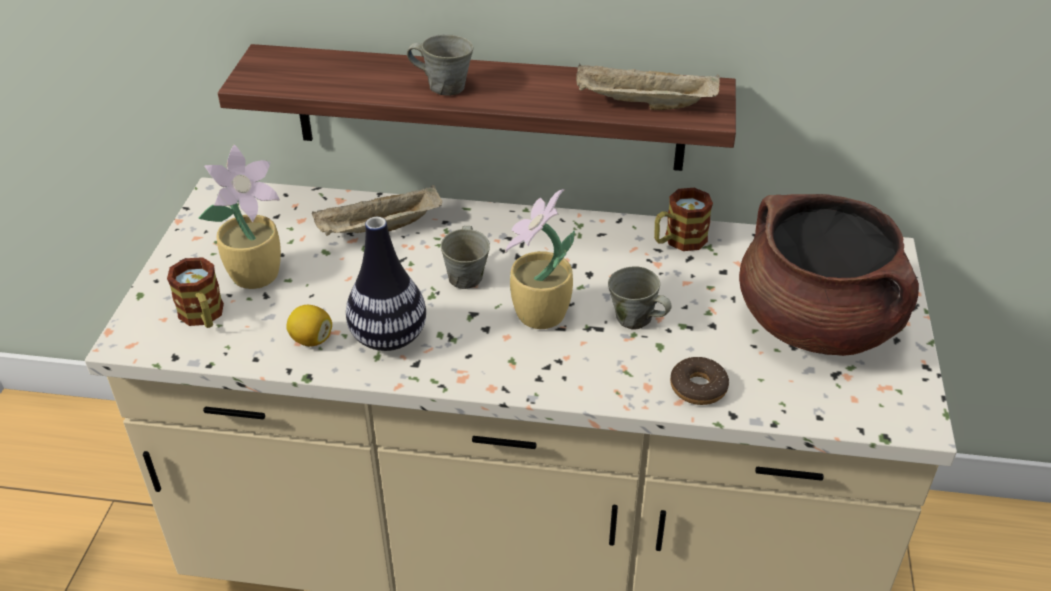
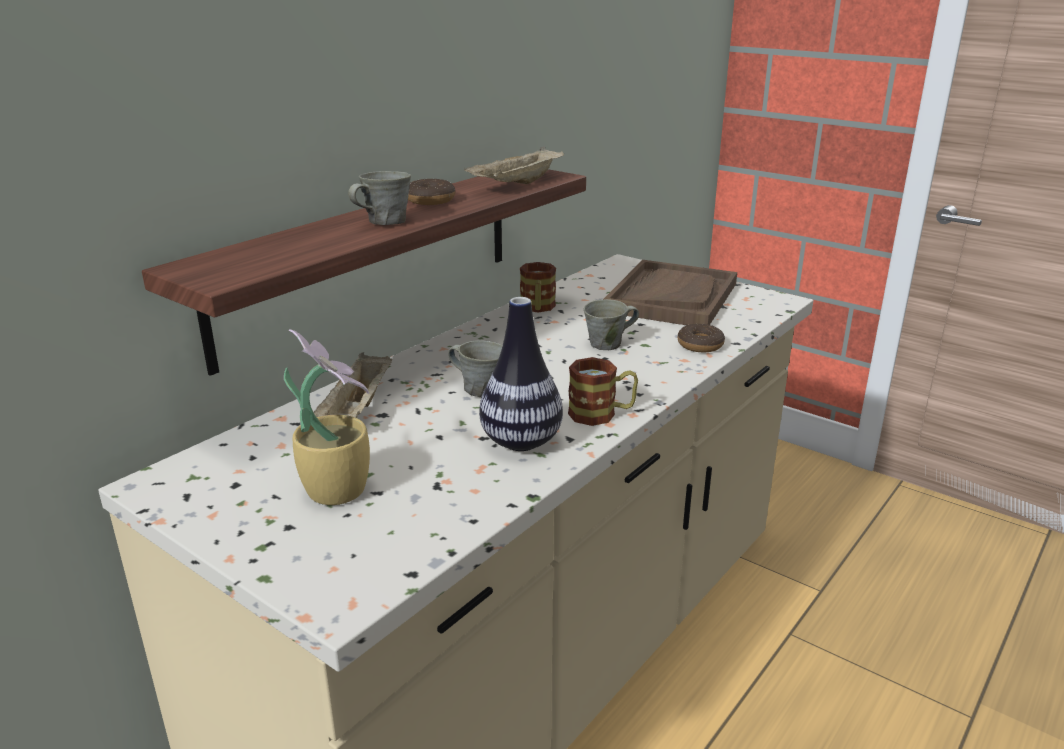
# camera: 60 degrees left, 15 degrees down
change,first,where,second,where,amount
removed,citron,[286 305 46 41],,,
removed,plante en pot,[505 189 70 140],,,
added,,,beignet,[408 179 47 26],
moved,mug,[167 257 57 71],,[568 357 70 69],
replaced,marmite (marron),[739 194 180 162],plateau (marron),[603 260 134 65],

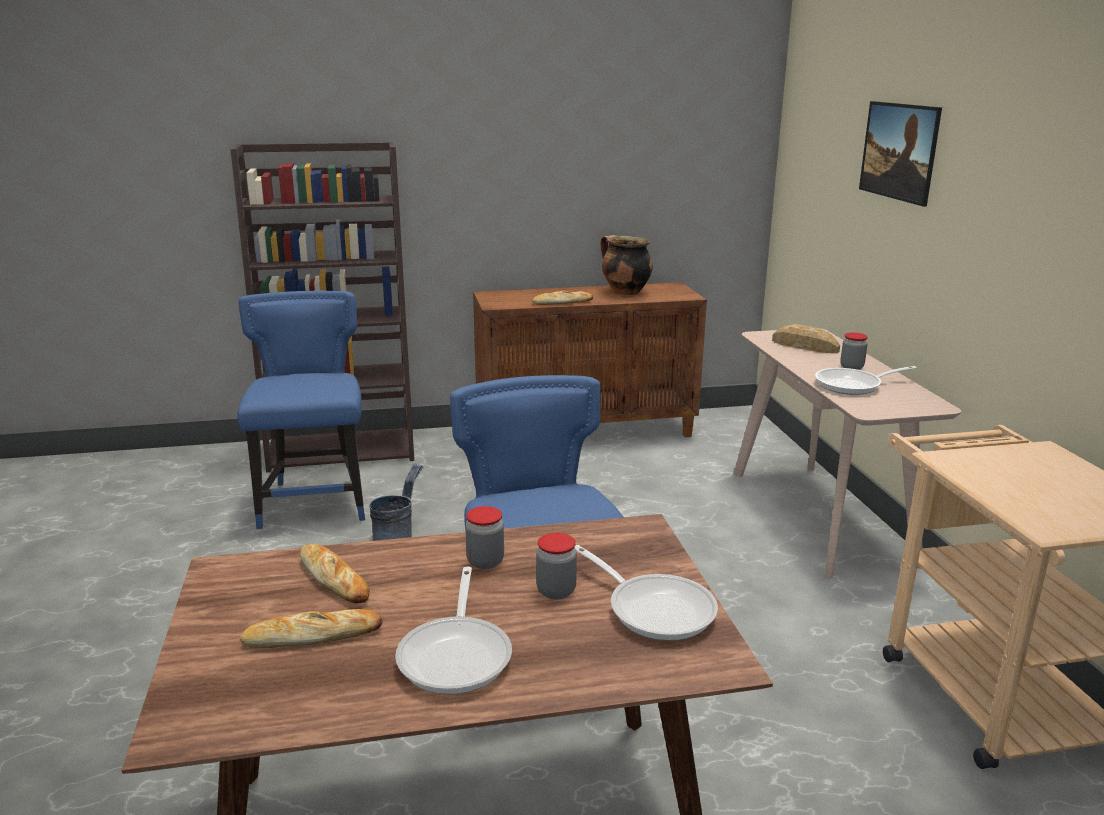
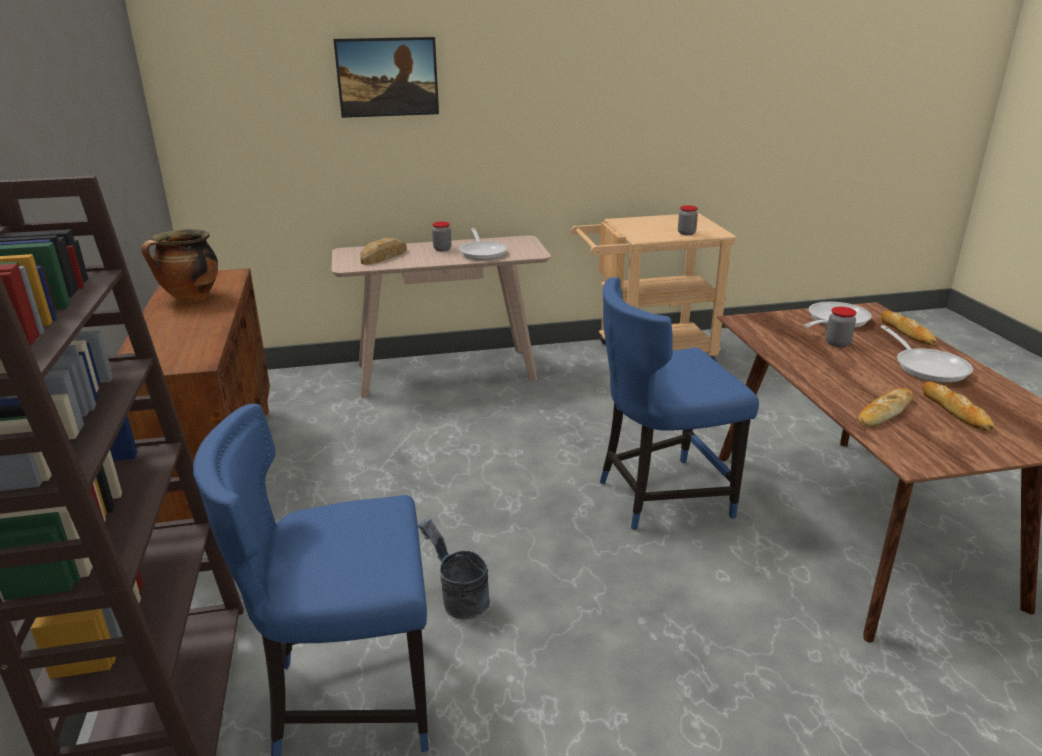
# camera: 90 degrees left, 5 degrees up
change,first,where,second,where,amount
moved,bocal,[465 506 39 63],,[678 205 20 30],
moved,pain,[533 291 60 14],,[881 311 56 34],
turned,poêle,[395 567 117 127],,[881 325 92 58],75 degrees clockwise

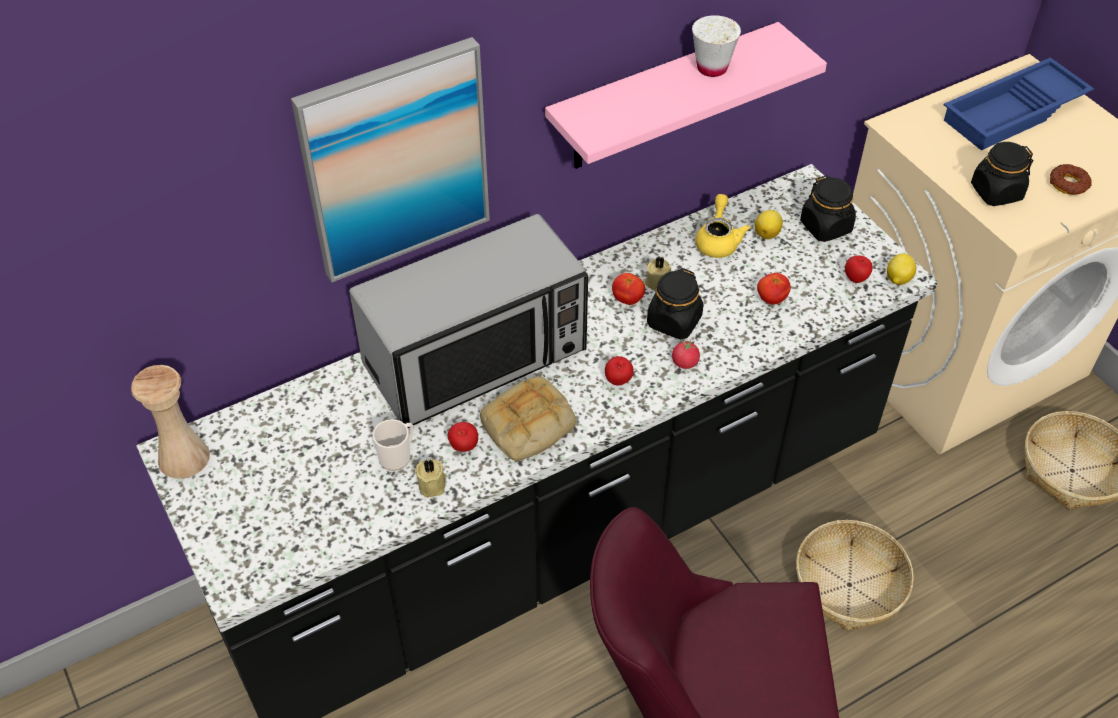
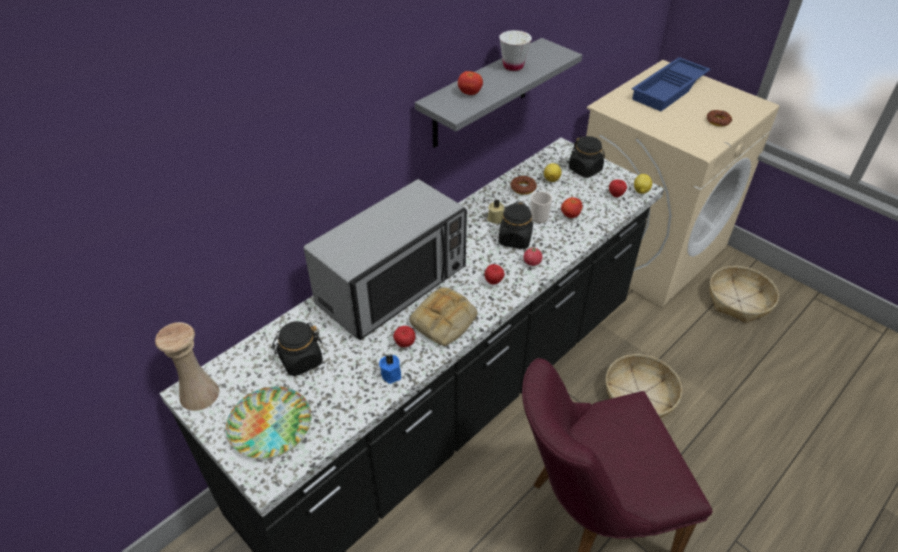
# camera: 15 degrees left, 5 degrees down
change,first,where,second,where,amount
removed,tableau,[291 37 199 245],,,
added,,,assiette,[226 387 85 72],
moved,mug,[372 419 42 52],,[530 191 22 32],
moved,tomate,[612 273 33 32],,[458 71 25 24],
moved,bocal (noir),[971 142 62 64],,[271 321 52 55],
replaced,théière (jaune),[695 194 55 64],beignet,[511 176 26 19],
recoloured,bougie (beige),[415 459 31 39],bougie (bleu),[379 354 22 30],
recoloured,étagère (rose),[545 22 282 147],étagère (gris),[415 38 167 110],

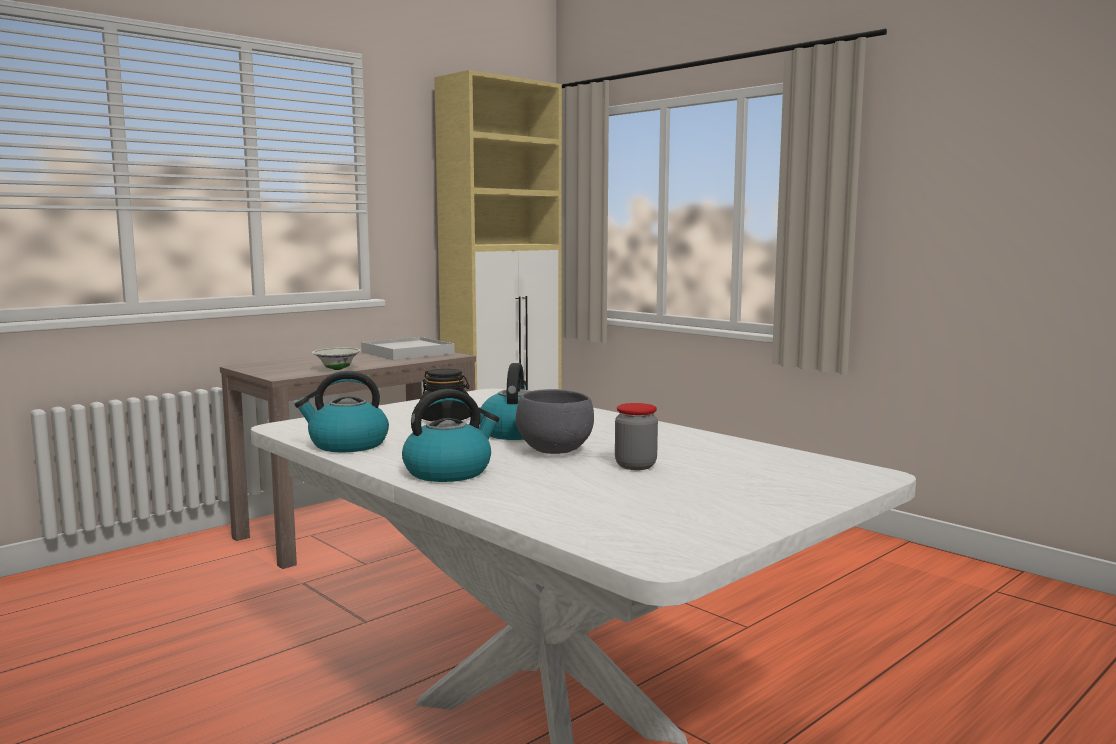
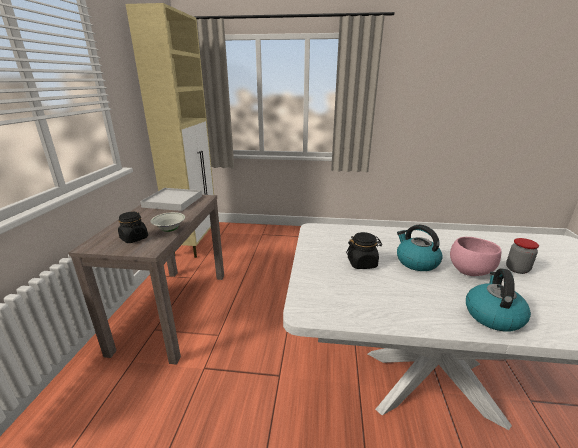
# camera: 40 degrees left, 15 degrees up
change,first,where,second,where,amount
removed,bouilloire,[295 371 94 81],,,
added,,,bocal (noir),[118 212 30 31],
recoloured,bol (gris),[516 389 78 65],bol (rose),[450 237 51 39],

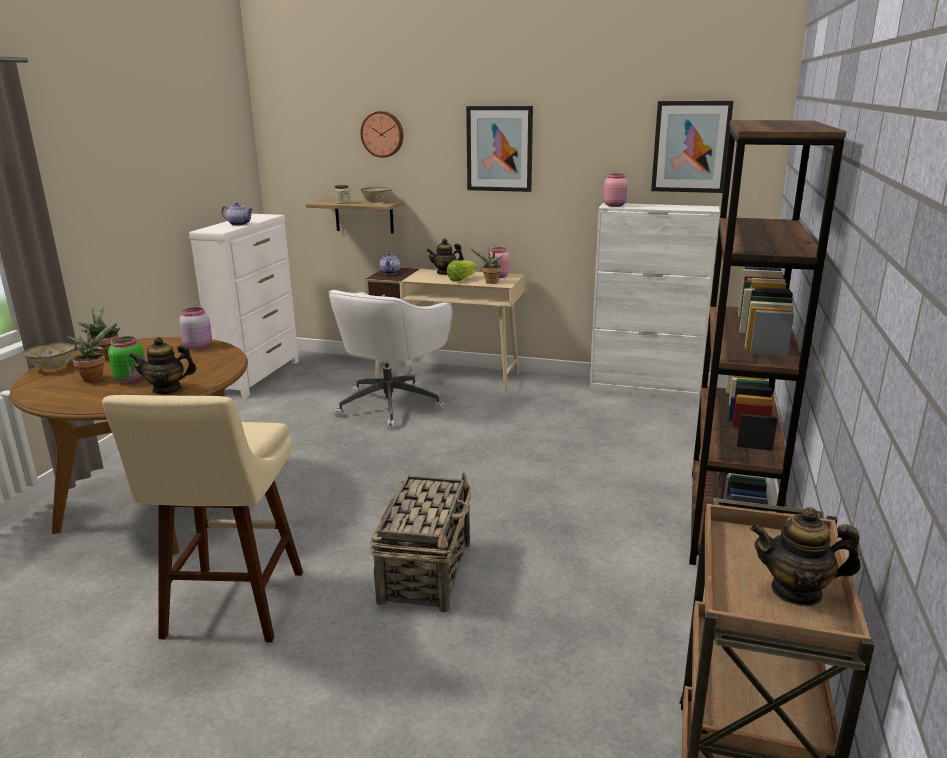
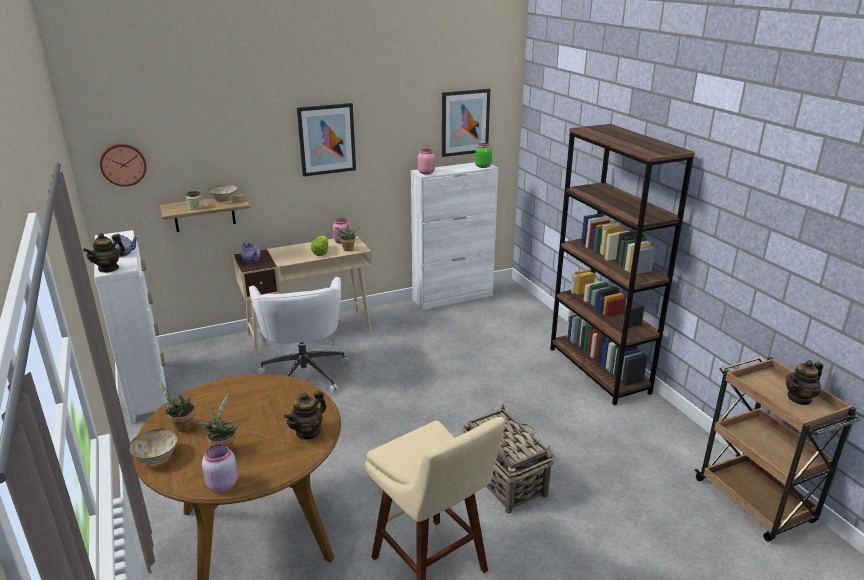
# camera: 40 degrees left, 5 degrees up
change,first,where,second,where,amount
moved,bocal (vert),[108 336 37 48],,[475 143 17 25],
moved,bocal (rose),[179 307 33 42],,[202 444 36 49],
moved,horloge murale,[360 111 43 47],,[100 144 47 43],
moved,théière,[427 239 37 36],,[83 233 42 40],

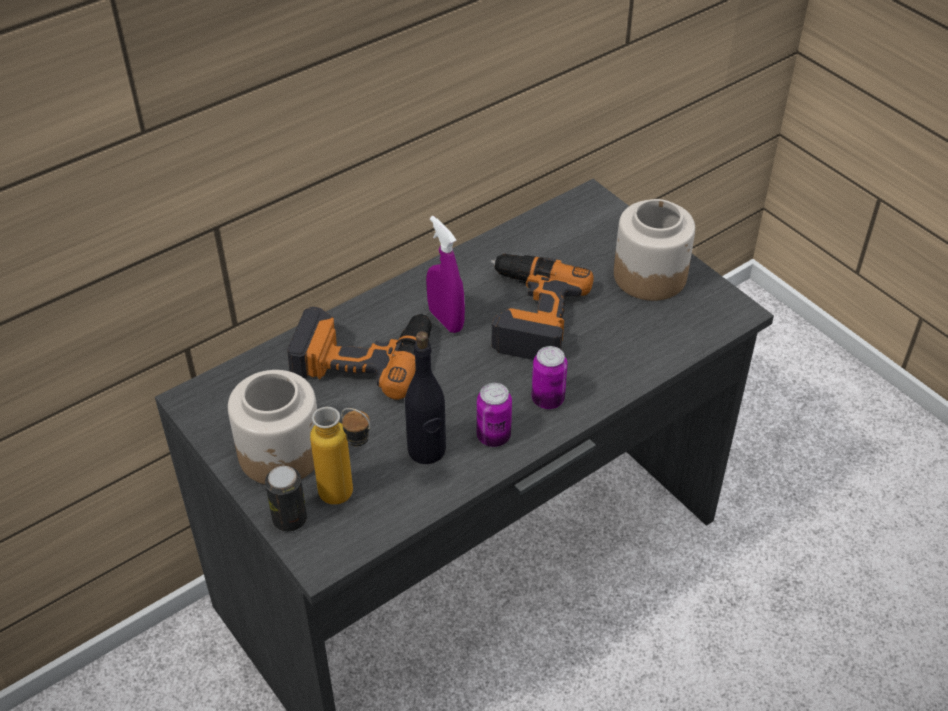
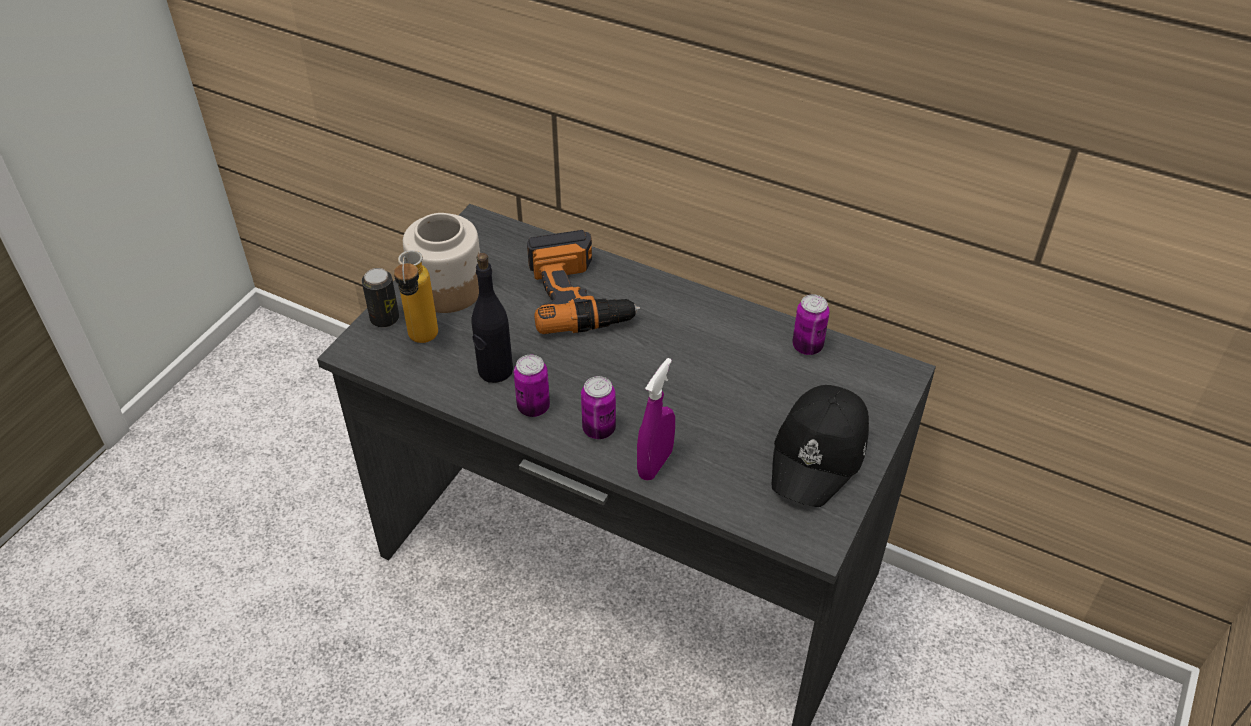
# camera: 65 degrees right, 0 degrees up
change,first,where,second,where,amount
removed,perceuse,[491 254 103 106],,,
added,,,boîte métallique,[792 294 38 61],
moved,vaporisateur (violet),[426 216 39 117],,[637 358 38 123],
replaced,bocal,[614 199 81 102],casquette (noir),[772 385 97 122],

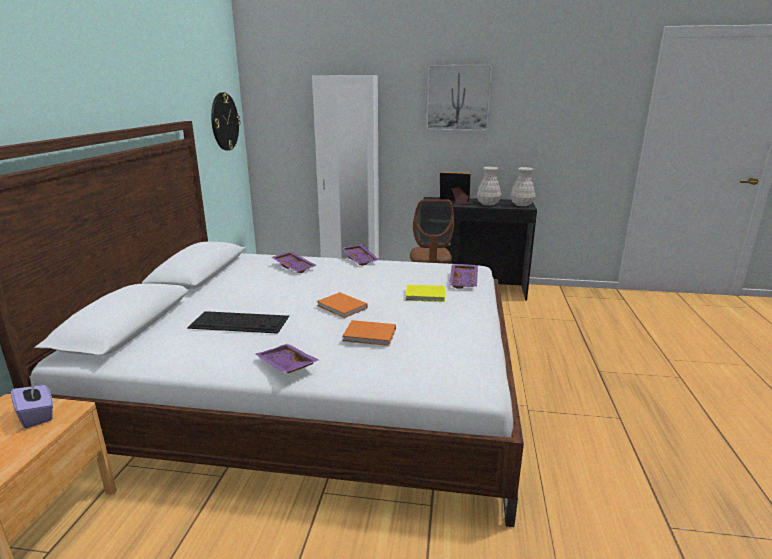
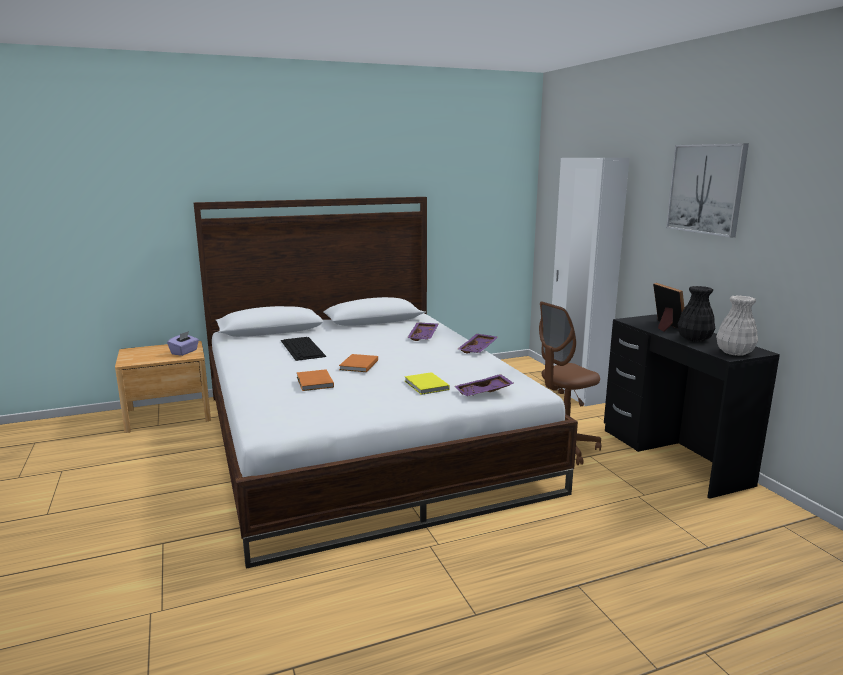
# camera: 60 degrees right, 5 degrees down
change,first,where,second,where,amount
removed,horloge murale,[211 92 29 59],,,
removed,plateau (violet),[256 344 63 29],,,
recoloured,vase (blanc),[477 167 24 38],vase (noir),[678 286 37 56],

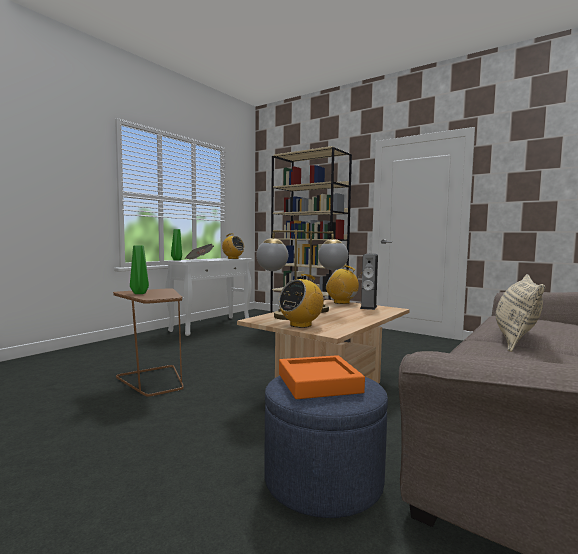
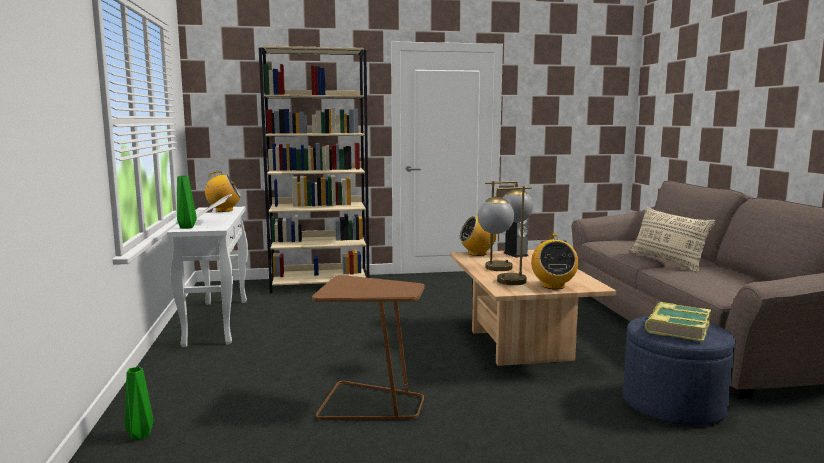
# camera: 45 degrees left, 5 degrees up
change,first,where,second,where,amount
moved,vase (vert),[130 245 19 49],,[125 367 28 73],
replaced,plateau (orange),[279 355 86 44],livre,[645 302 66 40],

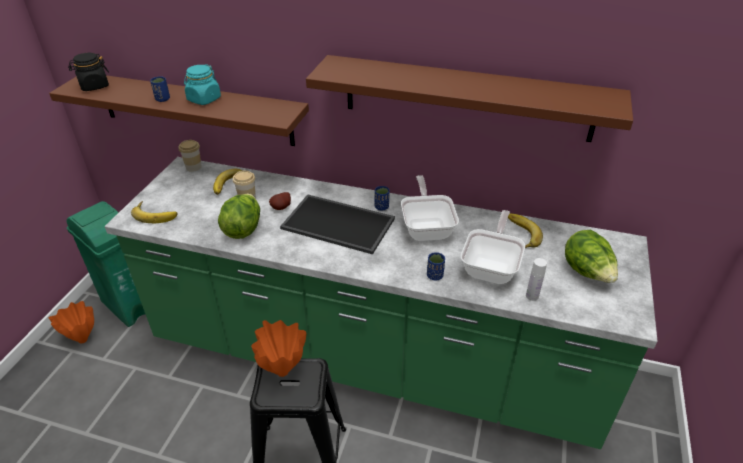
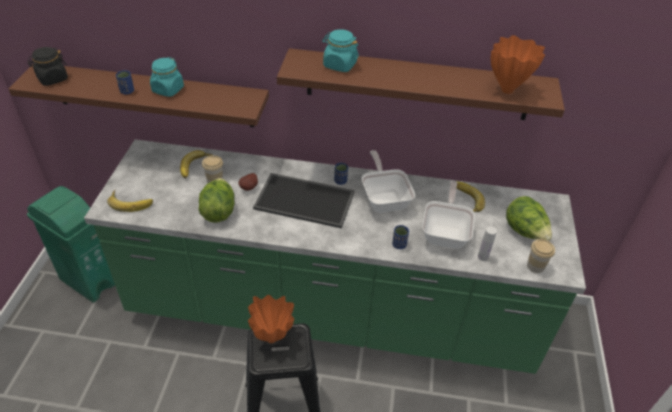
# camera: 10 degrees left, 5 degrees up
change,first,where,second,where,amount
added,,,bocal (turquoise),[322 29 37 43],
moved,vase (orange),[49 301 45 42],,[491 35 54 59],
moved,tasse,[178 140 24 32],,[527 239 28 34],

